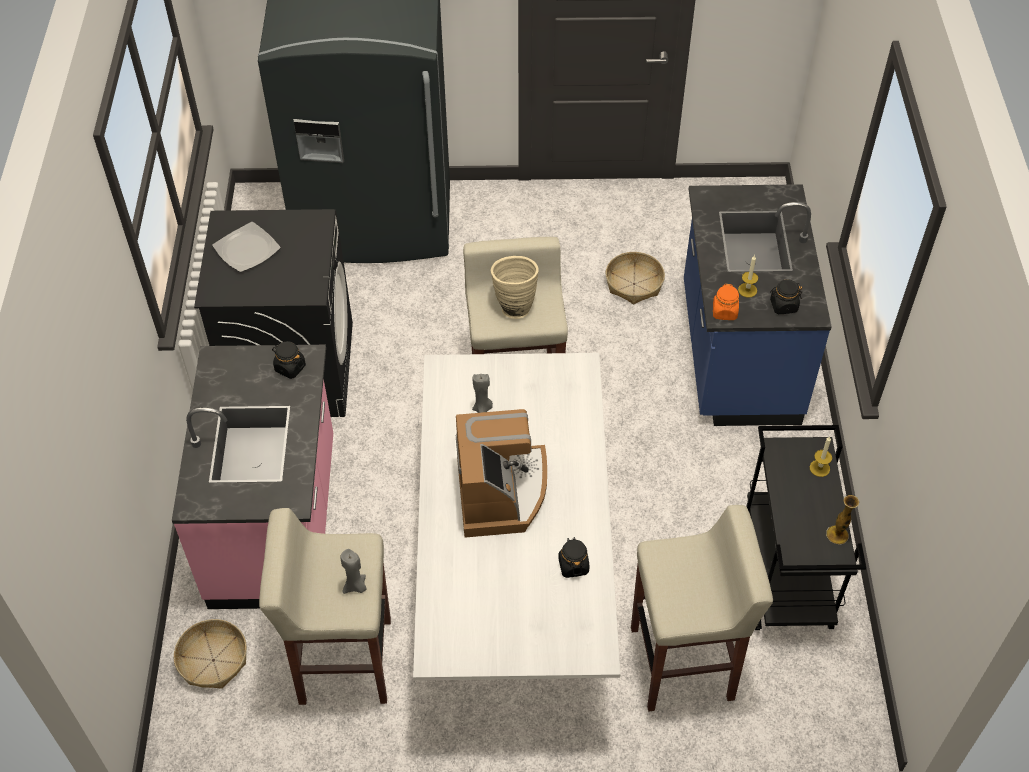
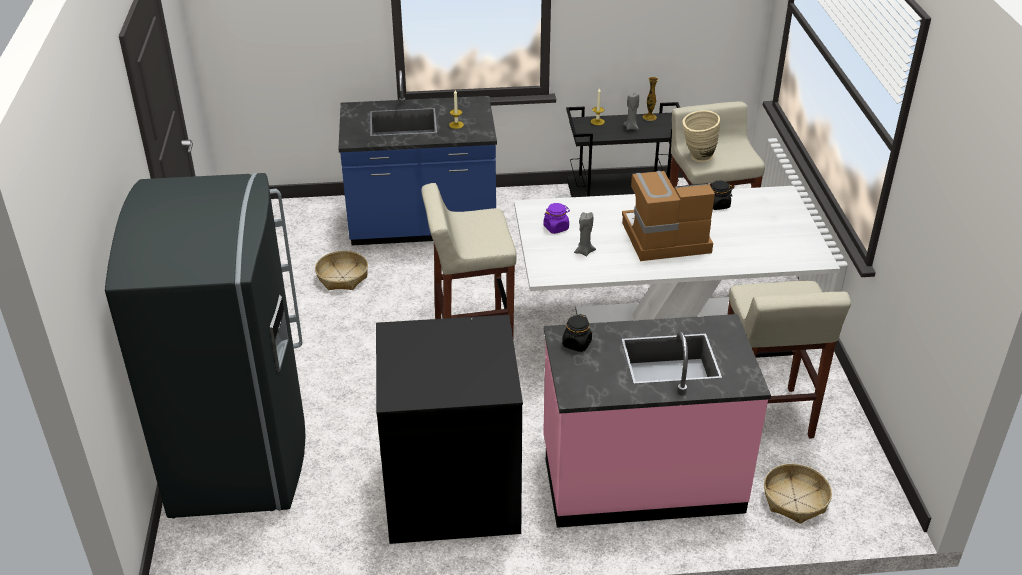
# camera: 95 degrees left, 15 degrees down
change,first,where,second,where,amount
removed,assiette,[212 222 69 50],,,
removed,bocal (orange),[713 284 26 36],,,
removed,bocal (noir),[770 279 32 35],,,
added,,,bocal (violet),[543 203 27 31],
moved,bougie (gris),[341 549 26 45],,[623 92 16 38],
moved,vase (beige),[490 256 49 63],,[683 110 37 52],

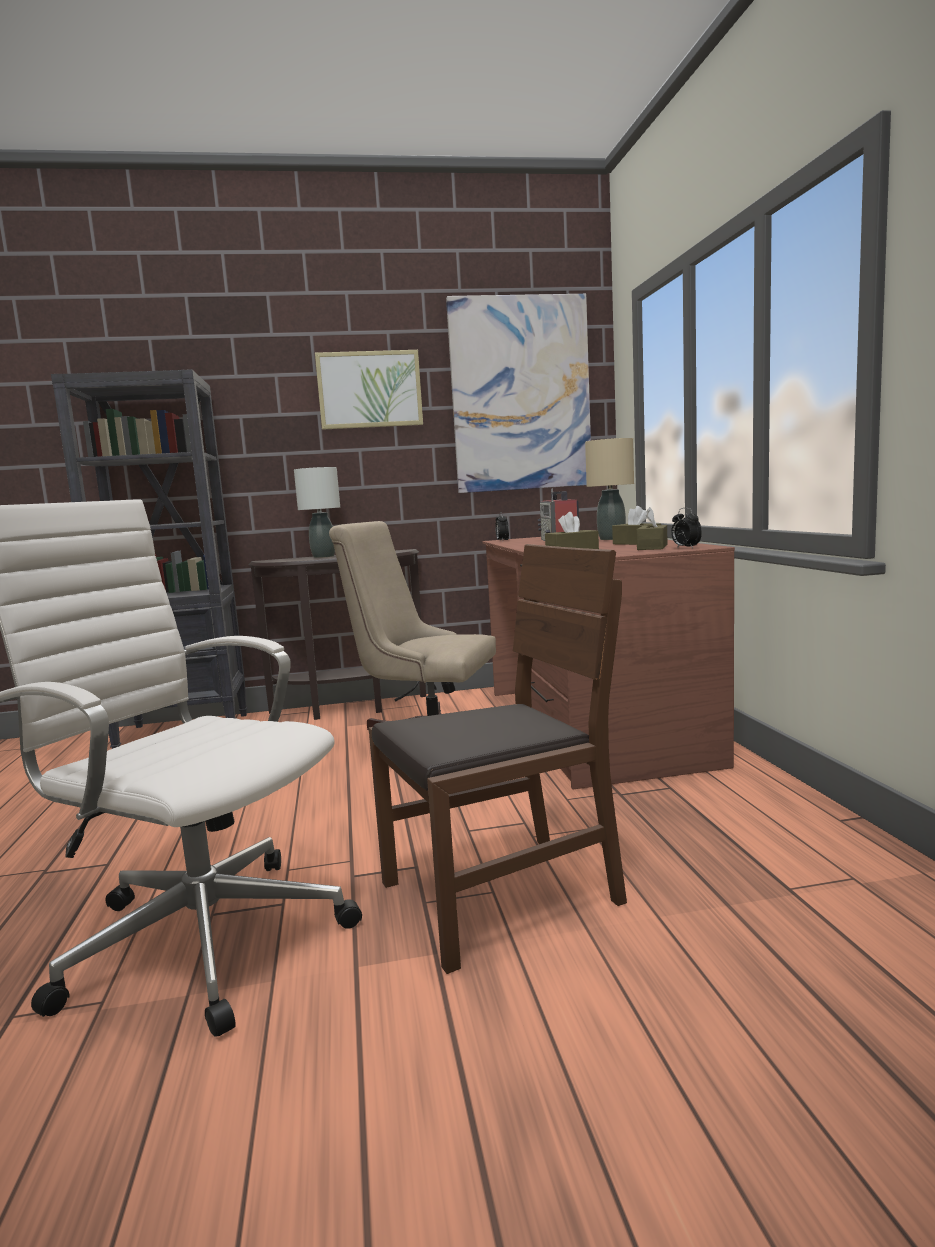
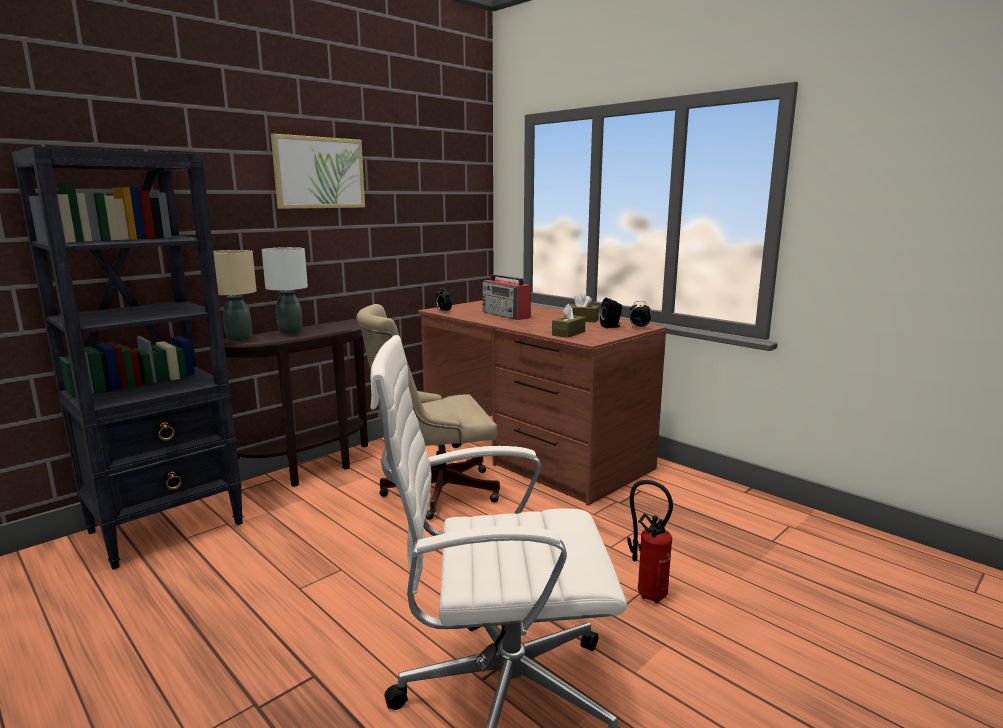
# camera: 35 degrees left, 5 degrees up
change,first,where,second,where,amount
removed,tableau,[446 294 145 199],,,
moved,lampe de table (beige),[585 438 49 102],,[213 250 44 92],
replaced,chaise (marron),[369 544 258 430],extincteur,[627 480 46 123],
replaced,boîte à mouchoirs (marron),[637 507 30 43],enceinte (noir),[600 298 22 30],

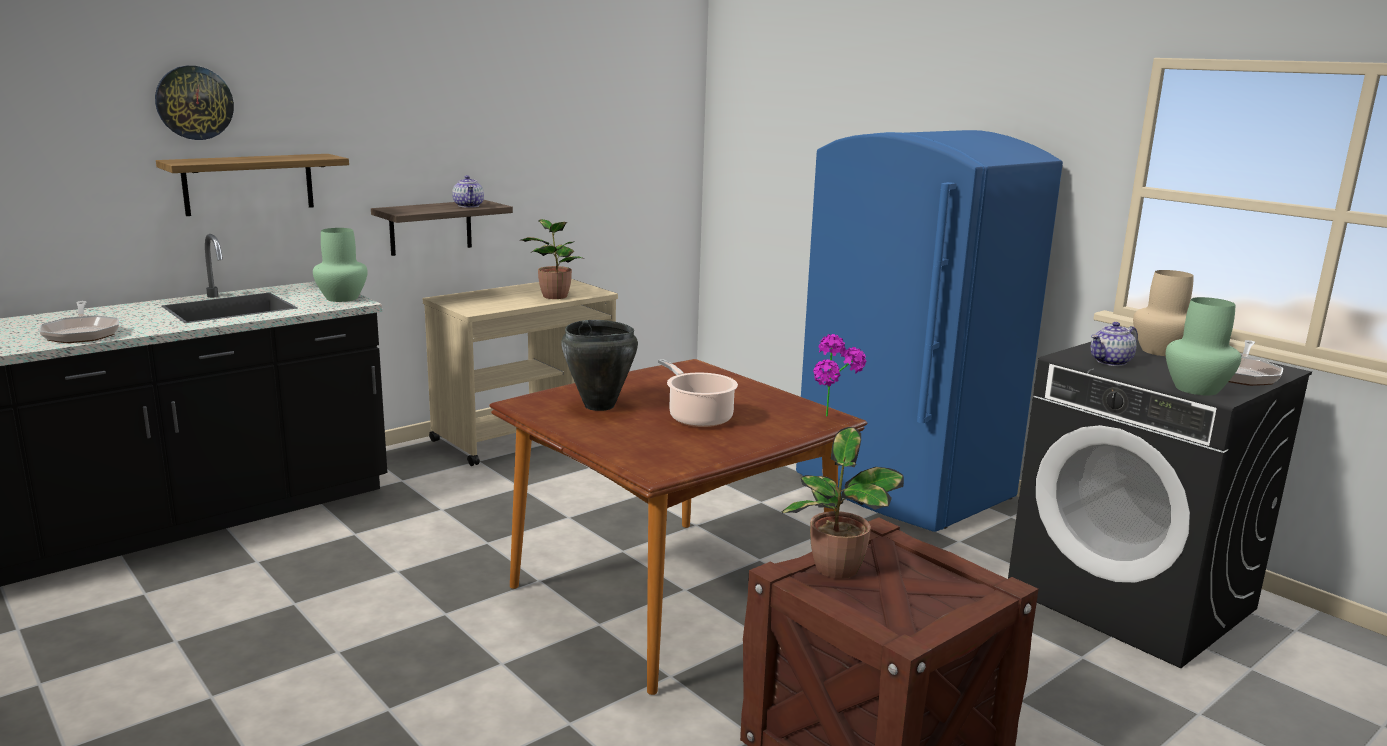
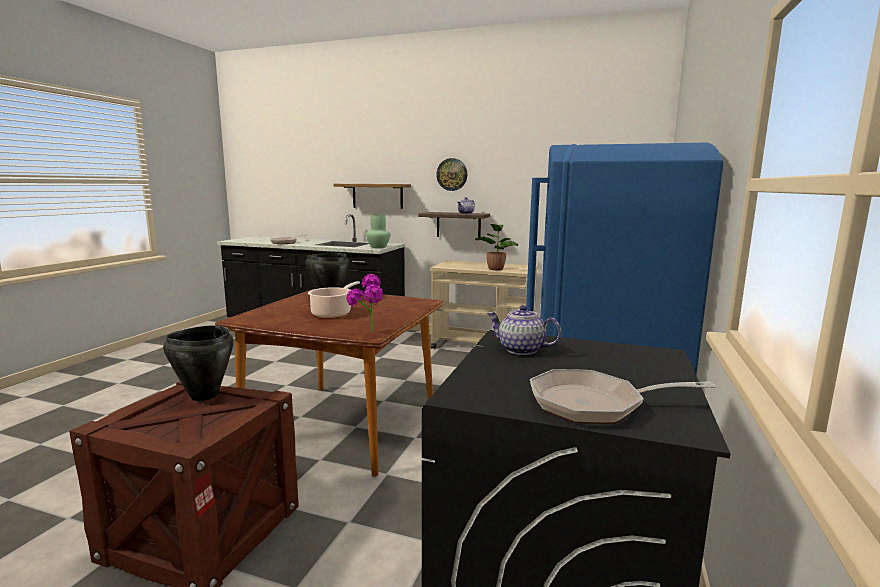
# camera: 60 degrees right, 5 degrees down
change,first,where,second,where,amount
removed,vase (beige),[1133 270 61 86],,,
removed,vase (vert),[1166 297 75 99],,,
moved,horloge murale,[155 66 79 74],,[436 158 31 33],
replaced,plante en pot,[781 427 123 152],marmite (noir),[163 325 70 76],

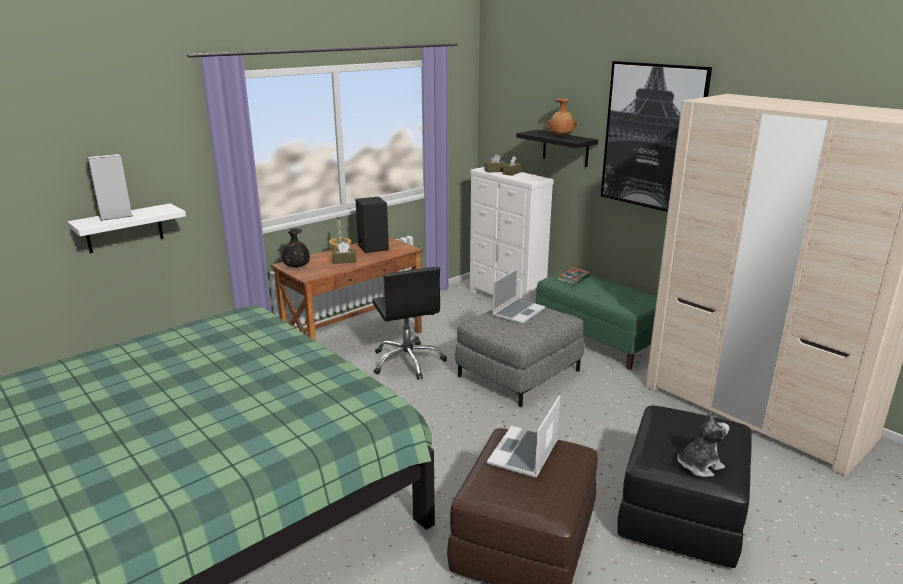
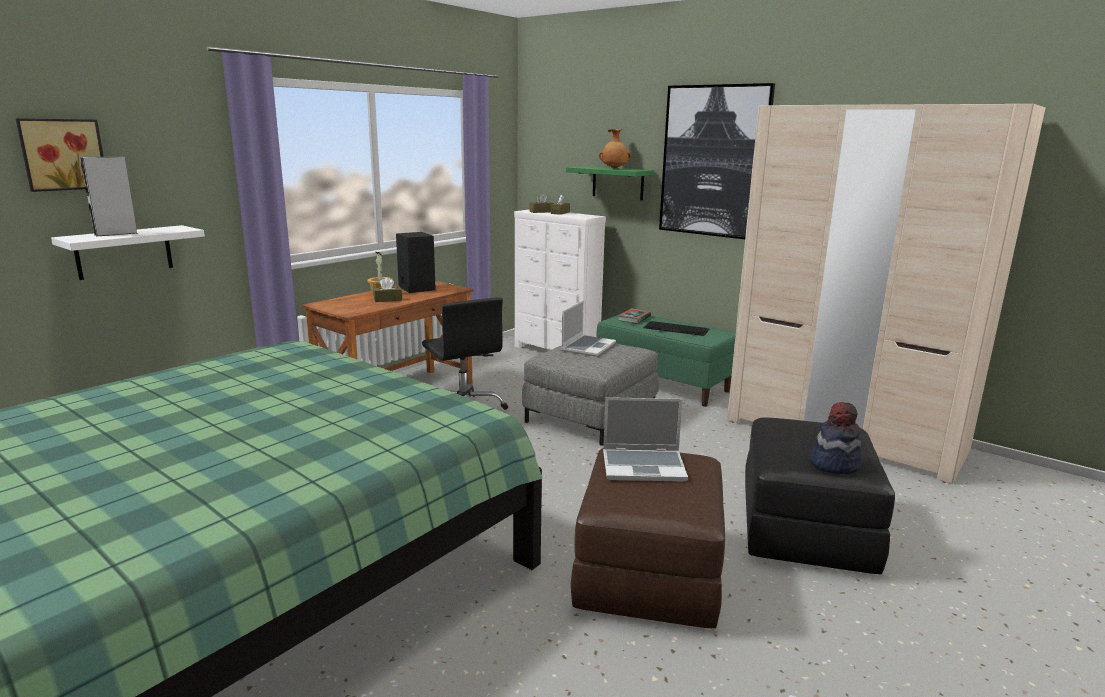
# camera: 10 degrees left, 5 degrees down
change,first,where,second,where,amount
removed,vase (noir),[282 228 28 40],,,
added,,,tableau,[15 118 89 74],
added,,,clavier,[643 321 67 15],
replaced,peluche,[677 412 52 65],chapeau,[810 402 52 72],
recoloured,étagère (noir),[516 130 82 37],étagère (vert),[566 166 88 35],
turned,ordinateur portable,[487 395 73 83],,[603 397 85 85],105 degrees counterclockwise

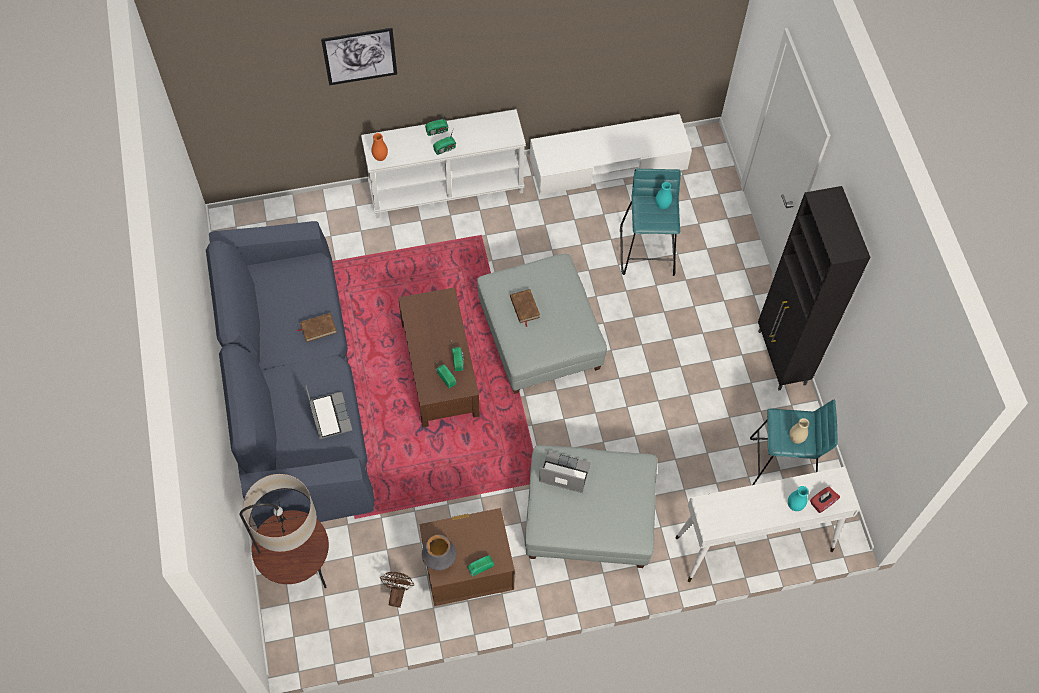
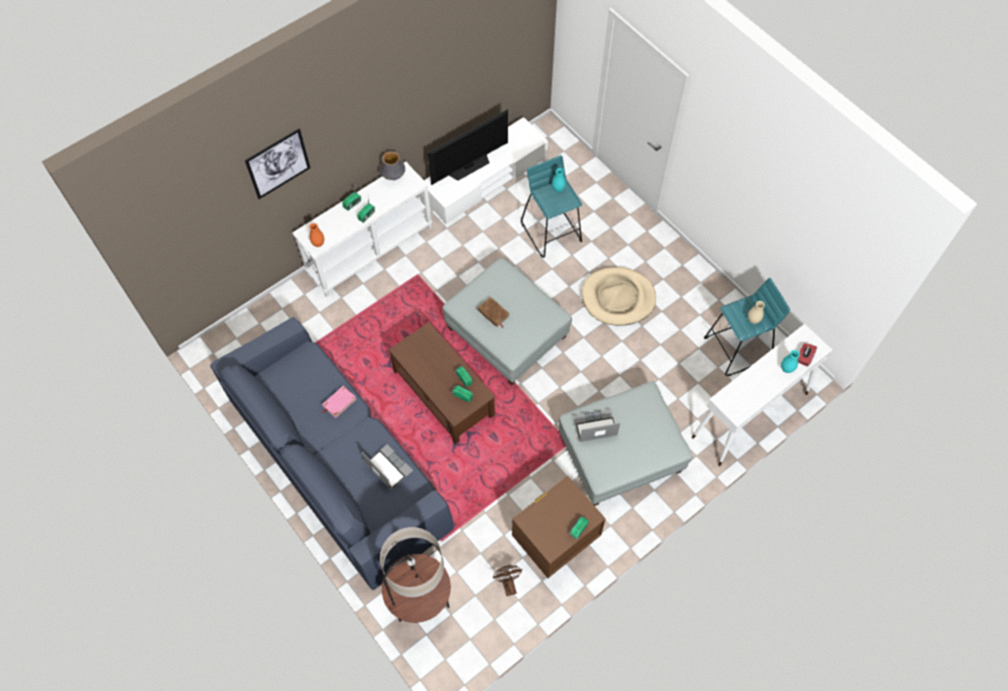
# camera: 25 degrees left, 0 degrees up
change,first,where,second,where,amount
removed,meuble de rangement (noir),[758 186 112 205],,,
added,,,téléviseur,[428 109 80 76],
added,,,panier pour chien (beige),[582 267 74 59],
moved,vase,[422 535 34 36],,[380 151 25 29],
recoloured,livre (marron),[297 313 40 29],livre (rose),[322 386 34 32],

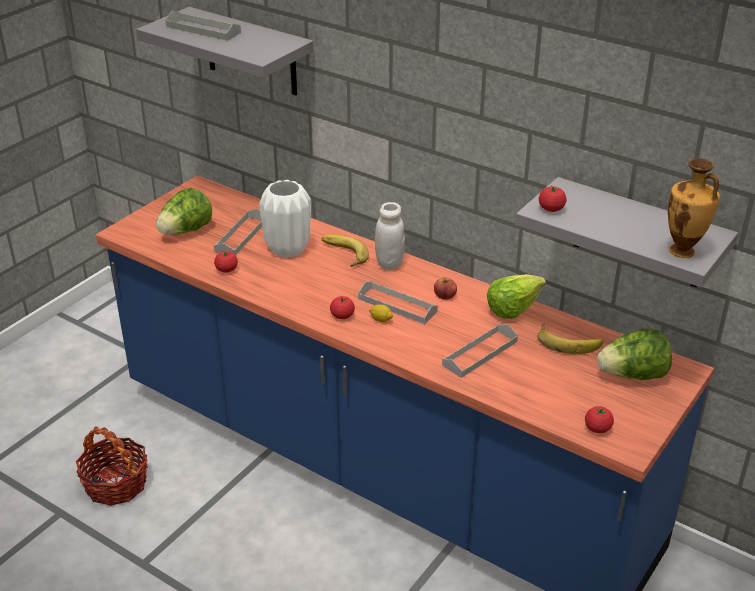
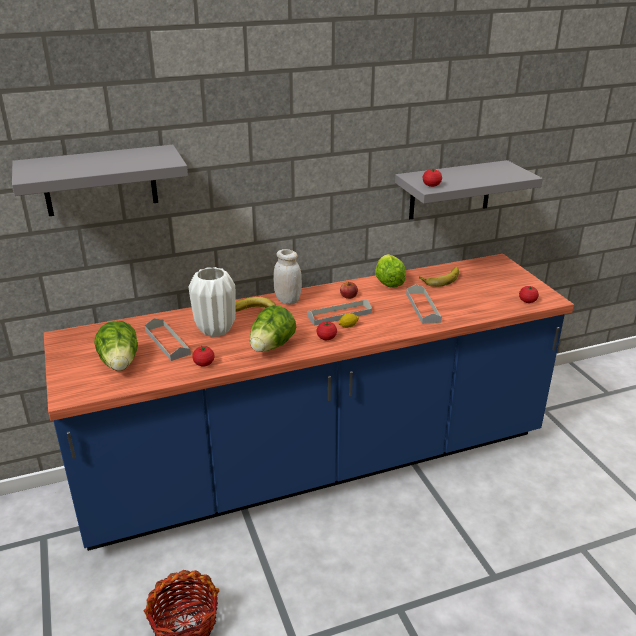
# camera: 55 degrees left, 5 degrees down
change,first,where,second,where,amount
removed,plateau (gris),[165 11 76 30],,,
removed,vase,[668 158 52 100],,,
moved,laitue,[597 328 75 52],,[250 305 46 47],

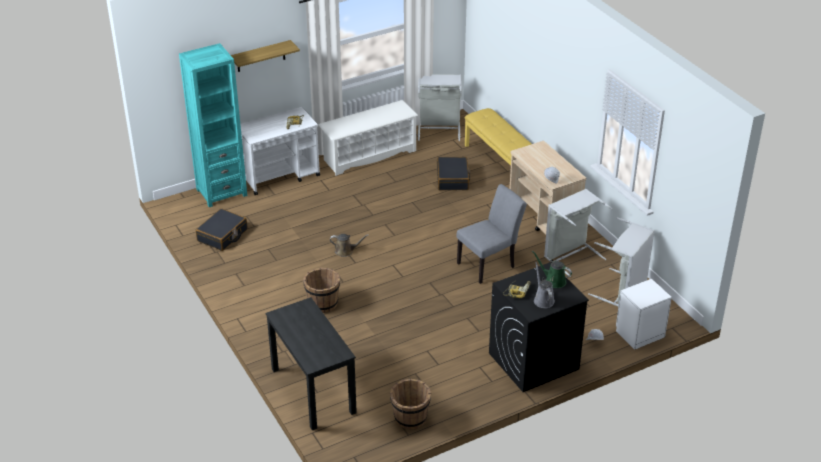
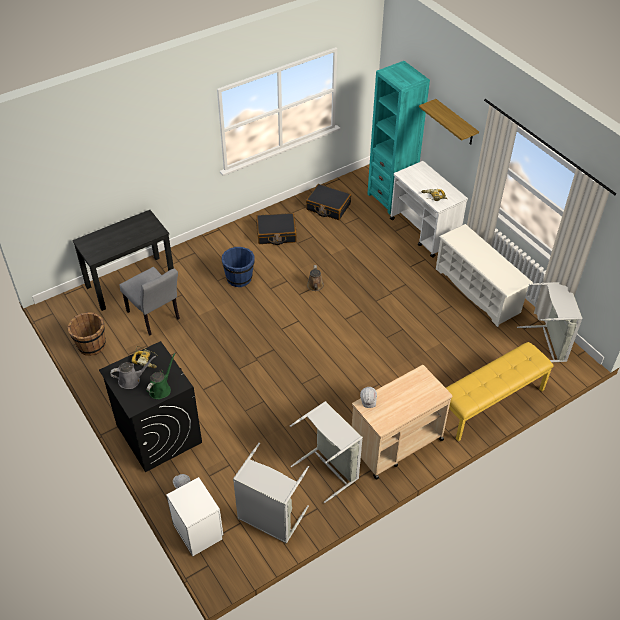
# camera: 85 degrees right, 10 degrees up
change,first,where,second,where,amount
moved,valise (noir),[437 157 33 33],,[256 213 41 32],
moved,chaise (gris),[457 184 70 100],,[120 267 60 68],
recoloured,seau (marron),[303 268 37 45],seau (bleu),[222 247 33 40],

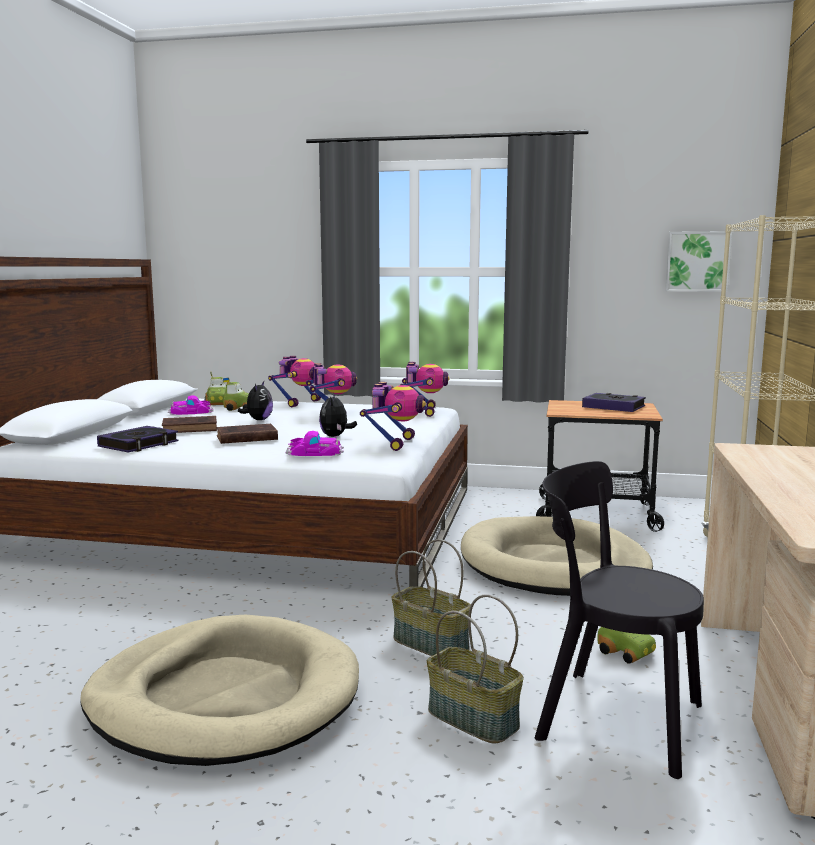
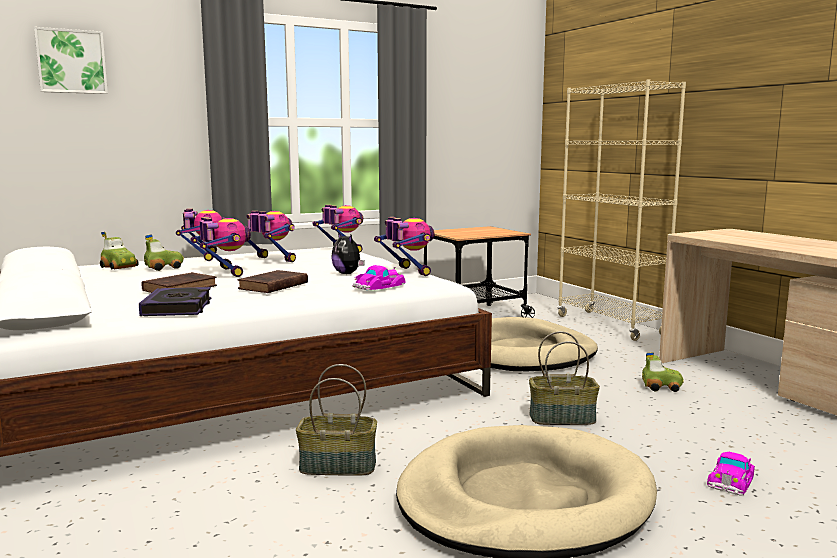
# camera: 40 degrees left, 0 degrees up
change,first,where,second,where,amount
removed,chaise (noir),[535 461 169 318],,,
removed,livre,[582 393 64 19],,,
moved,petite voiture,[168 395 46 20],,[707 452 48 44],
moved,panier,[427 594 97 150],,[296 364 81 112],
moved,tableau,[665 231 67 61],,[34 27 74 67],
replaced,peluche,[238 381 35 39],robot jouet,[190 217 61 60],

